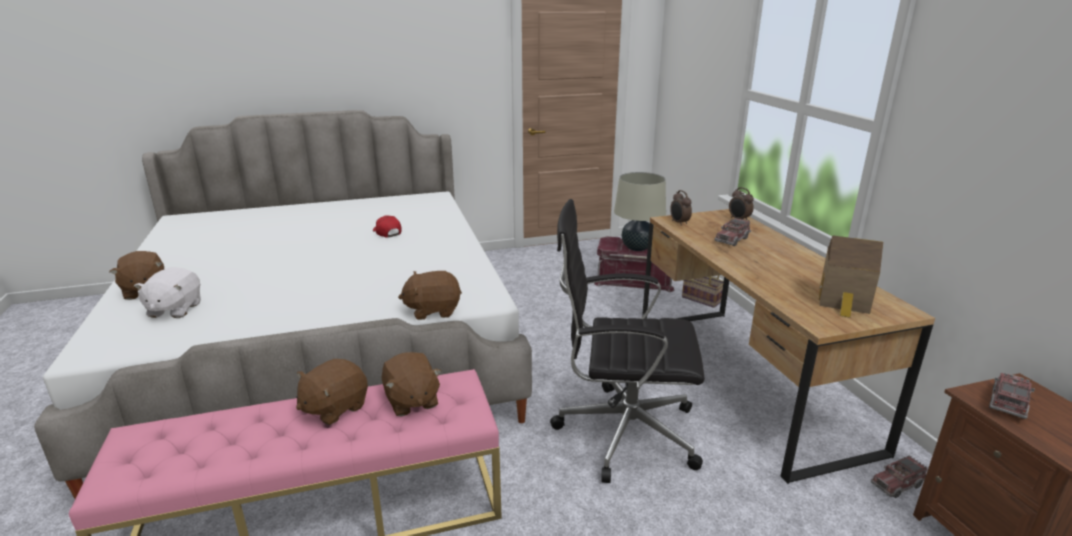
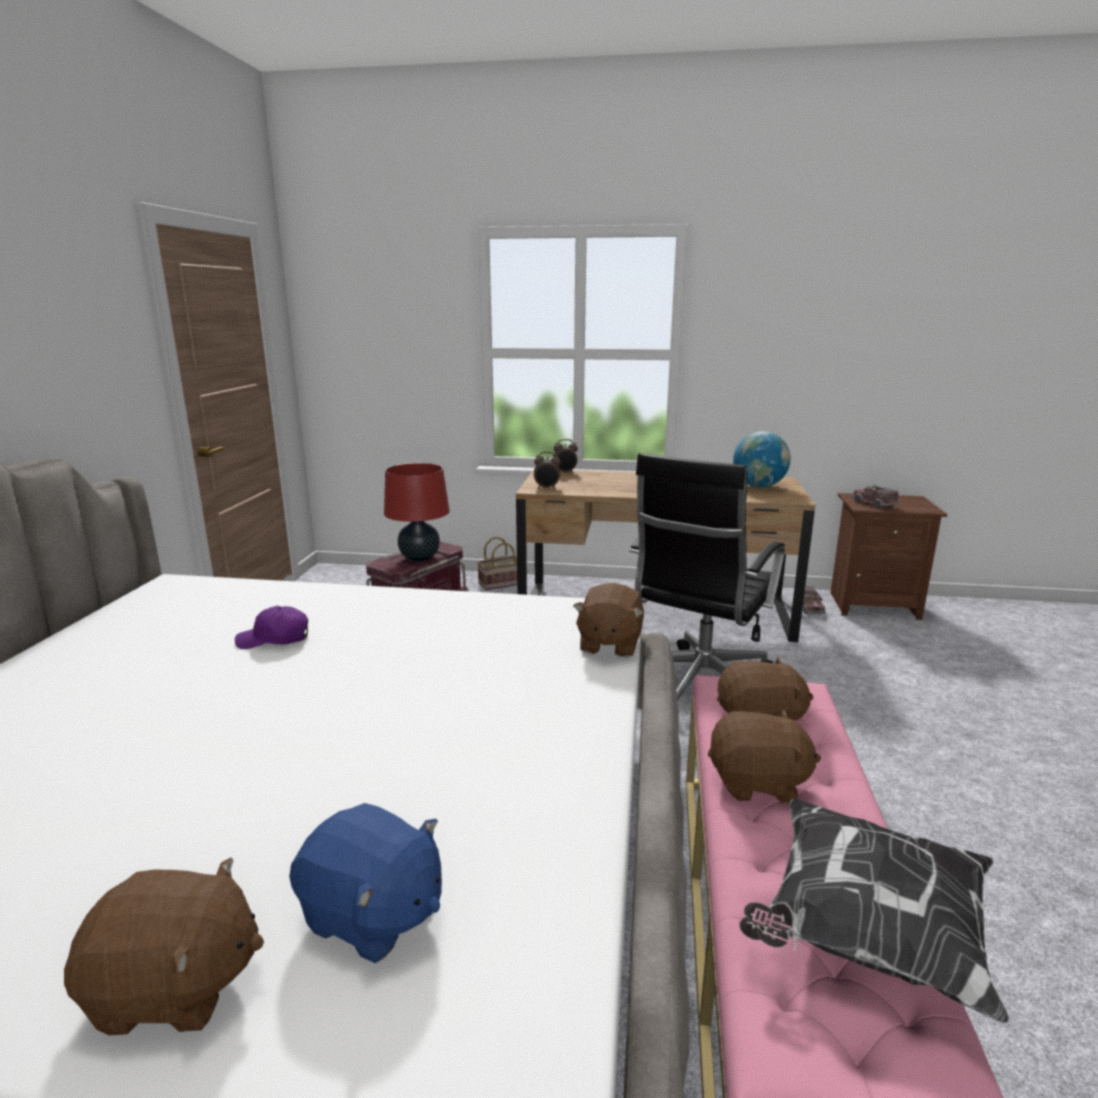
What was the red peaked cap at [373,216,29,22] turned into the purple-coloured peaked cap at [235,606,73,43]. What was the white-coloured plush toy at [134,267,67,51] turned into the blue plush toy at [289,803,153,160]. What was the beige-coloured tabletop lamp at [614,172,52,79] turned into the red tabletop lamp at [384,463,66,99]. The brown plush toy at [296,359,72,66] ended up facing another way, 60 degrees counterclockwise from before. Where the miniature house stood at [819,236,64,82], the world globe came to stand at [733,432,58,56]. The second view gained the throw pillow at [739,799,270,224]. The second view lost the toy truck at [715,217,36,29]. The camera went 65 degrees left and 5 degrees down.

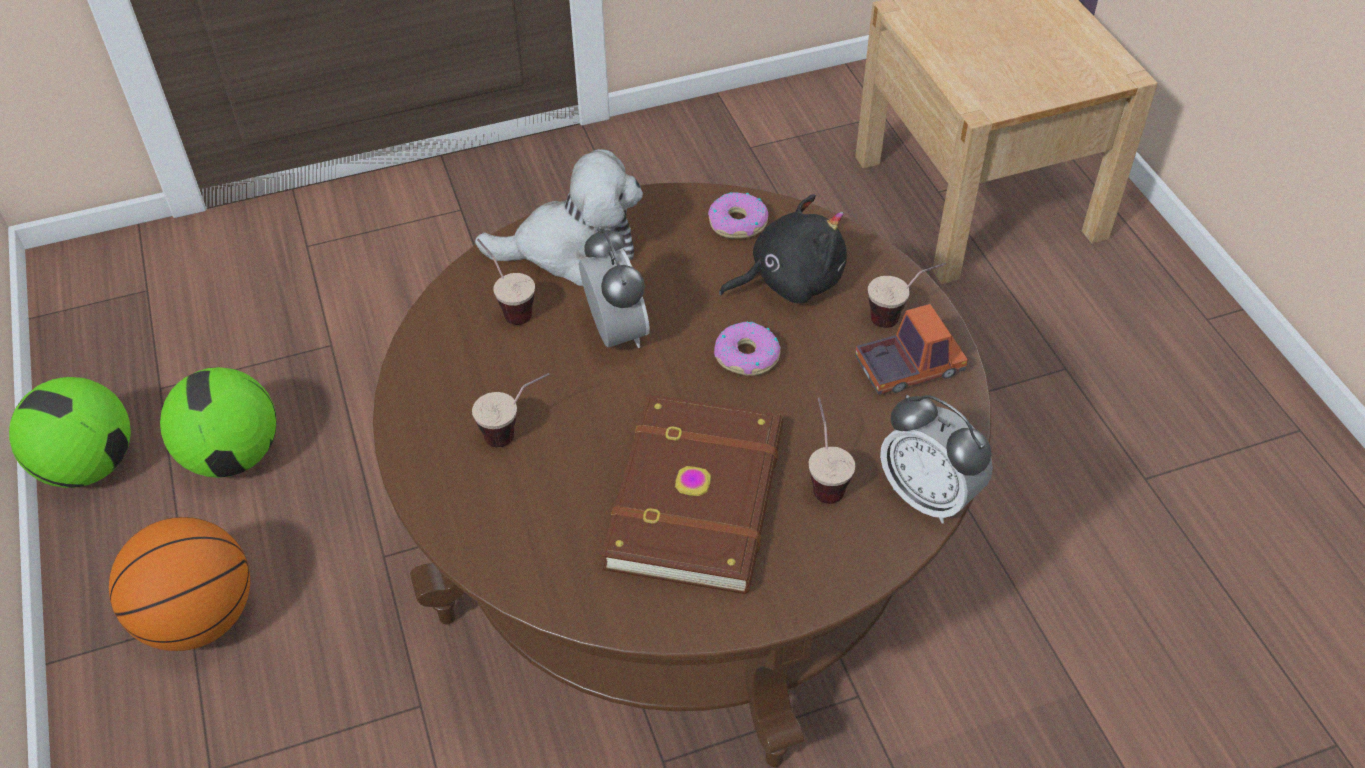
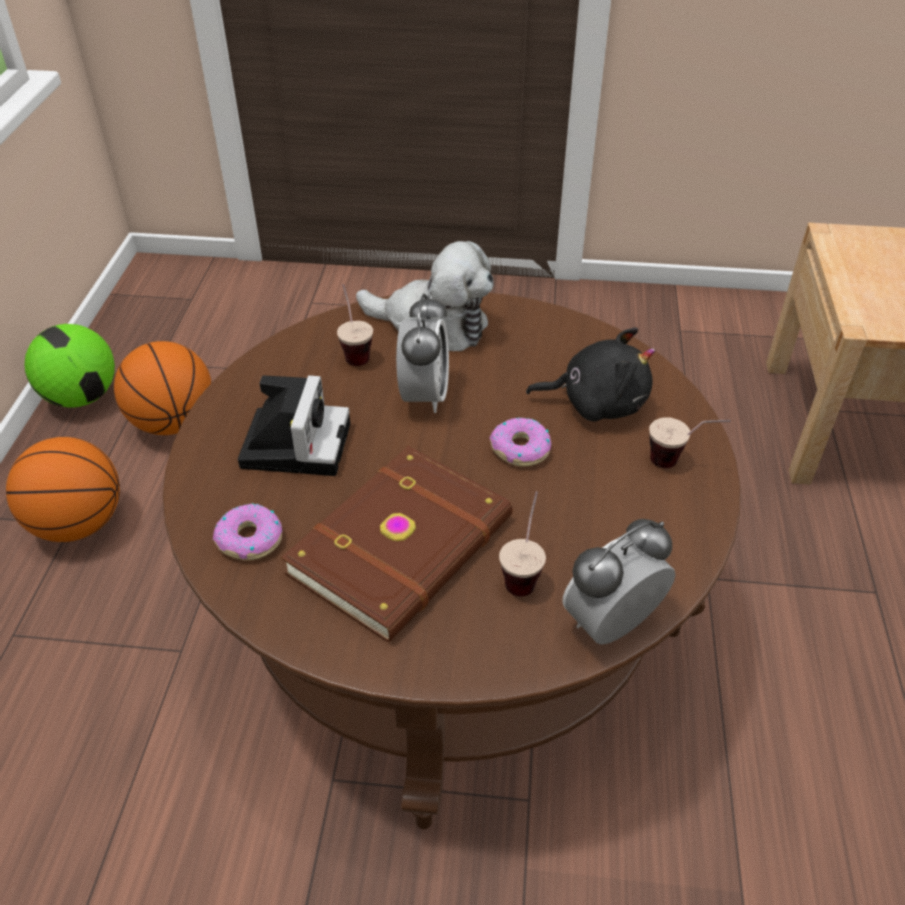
Where the football stood at [160,367,117,111], the ball for basketball came to stand at [114,341,98,94]. The doughnut ended up elsewhere, having gone from [708,192,60,47] to [213,504,69,56]. Where the drinking cup stood at [472,373,78,74], the photo camera came to stand at [238,375,112,101]. The alarm clock at [880,395,113,128] ended up facing another way, 75 degrees clockwise from before. The second view lost the toy truck at [855,304,113,91]. The camera went 25 degrees right and 5 degrees down.

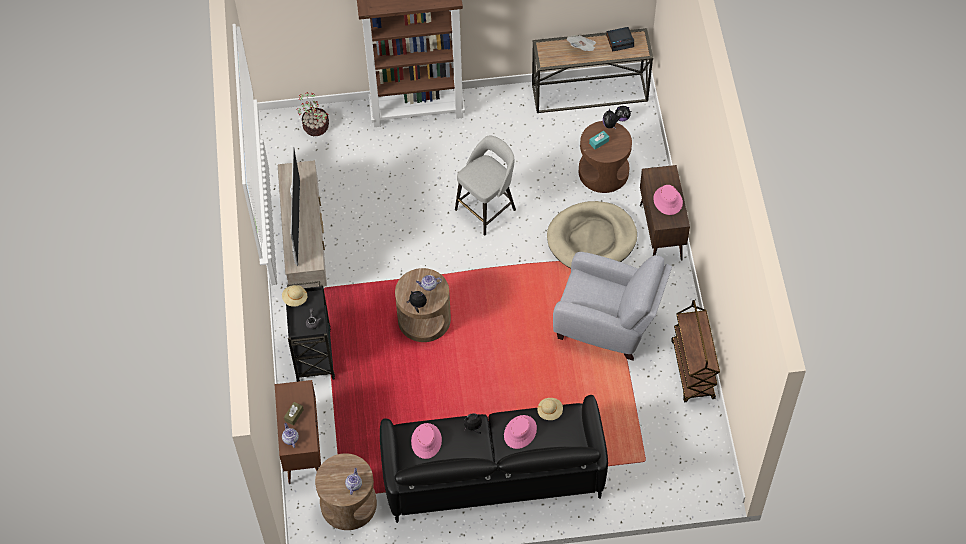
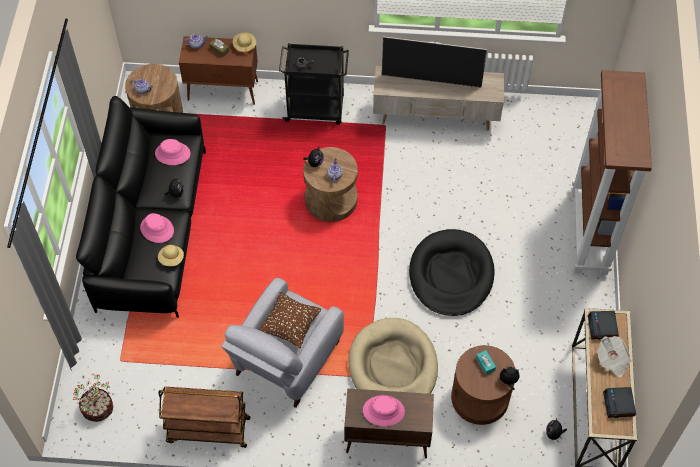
The plant in a pot ended up elsewhere, having gone from [296,92,33,44] to [73,374,40,48]. The beige-coloured hat ended up elsewhere, having gone from [282,285,26,22] to [233,33,23,22]. The second view gained the brown throw pillow at [259,292,62,56]. Where the greyish stool seat stood at [455,135,61,101], the black-coloured pet bed came to stand at [409,229,86,87]. The second view gained the alarm clock at [588,311,31,29]. The camera went 100 degrees right and 0 degrees up.

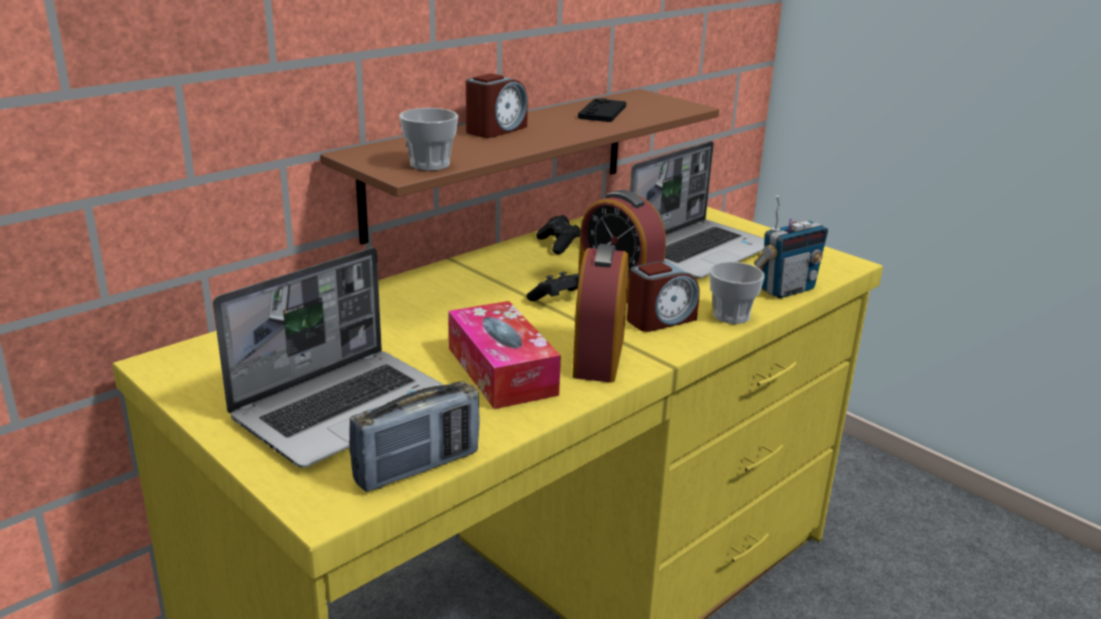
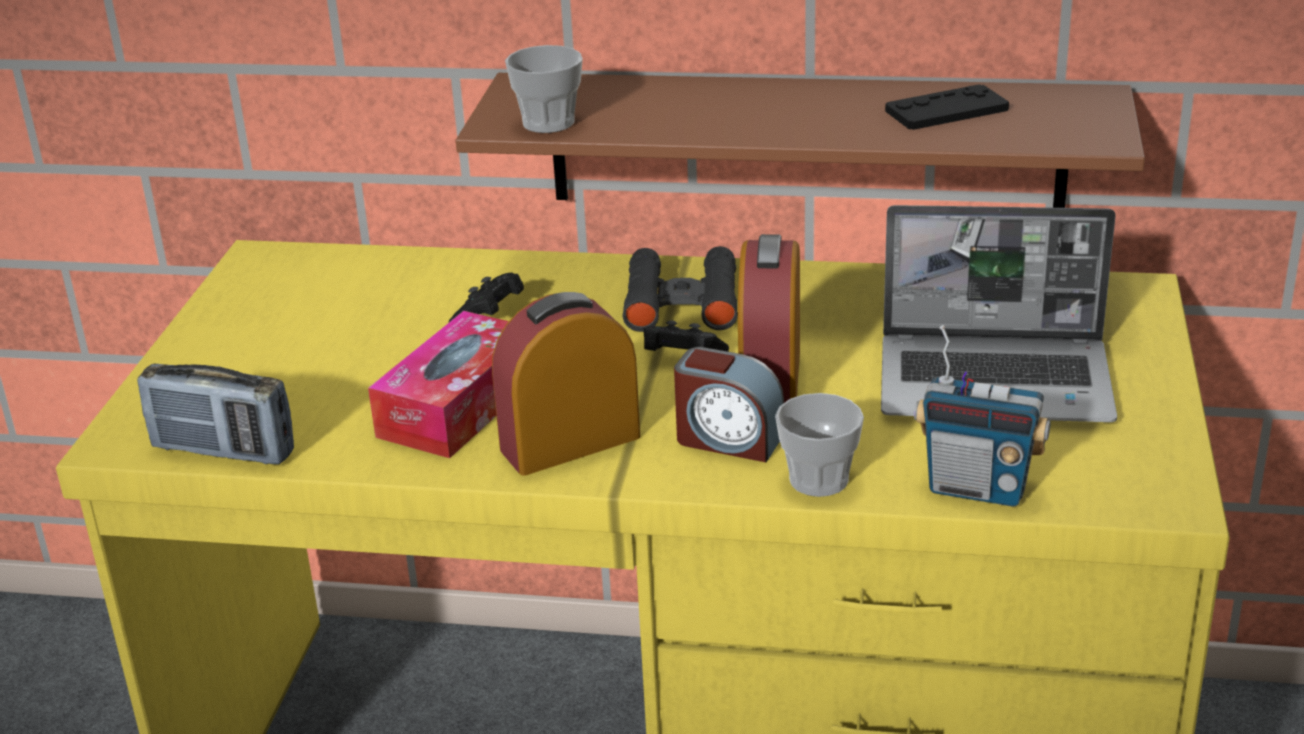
The black-coloured gamepad ended up elsewhere, having gone from [536,215,44,39] to [449,273,75,49]. The second view gained the black-coloured pair of binoculars at [623,246,115,86]. The second view lost the portable computer at [213,247,231,221]. The second view lost the alarm clock at [466,73,62,65]. The camera went 55 degrees right and 5 degrees up.

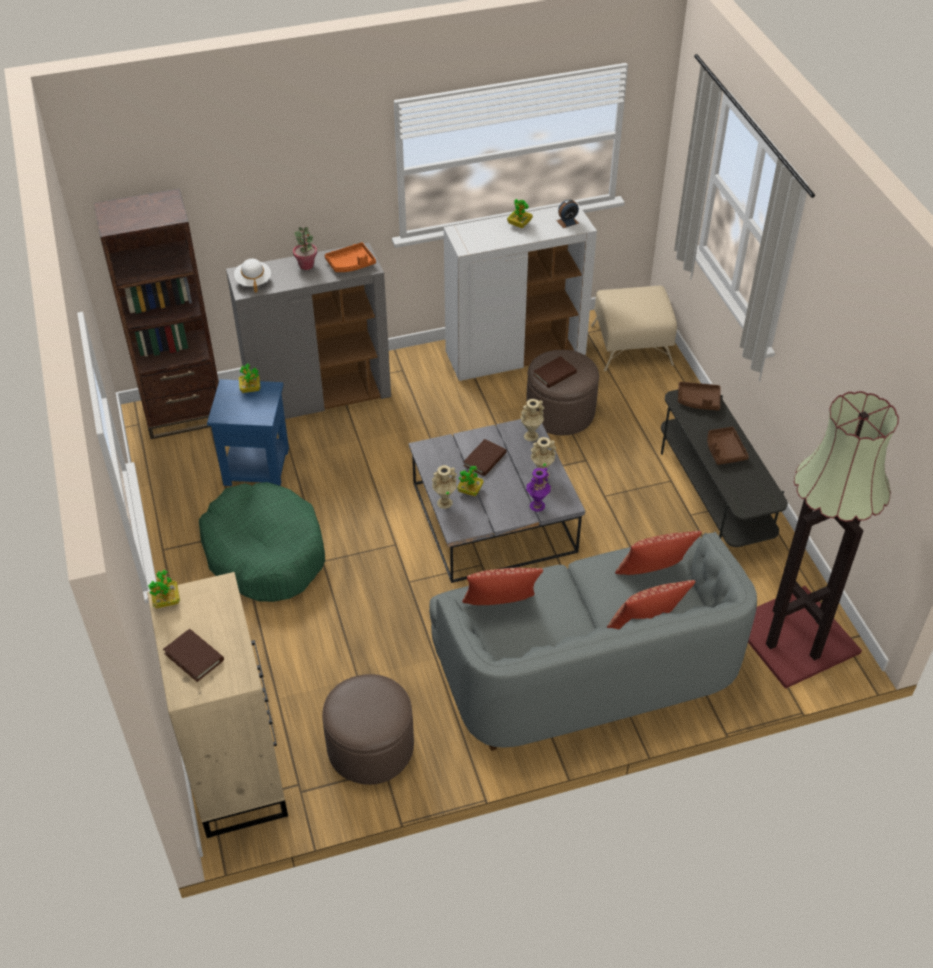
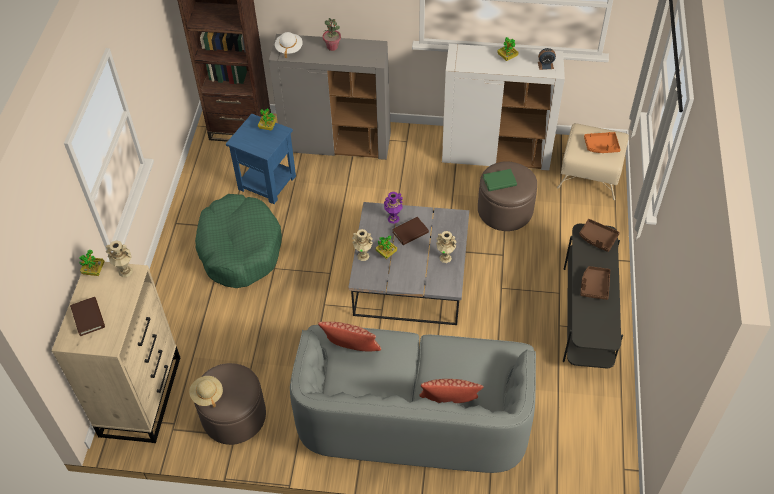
The beige-coloured flower vase ended up elsewhere, having gone from [521,399,23,42] to [106,240,27,37]. The second view gained the beige-coloured hat at [189,376,34,31]. The purple-coloured flower vase ended up elsewhere, having gone from [526,468,25,44] to [384,192,19,32]. What was the brown book at [533,356,44,32] turned into the greenish book at [483,169,34,22]. The orange-coloured serving tray ended up elsewhere, having gone from [325,242,51,30] to [584,132,37,21]. The second view lost the throw pillow at [615,531,87,44]. The second view lost the standard lamp at [748,391,151,298]. The camera went 25 degrees right and 5 degrees up.

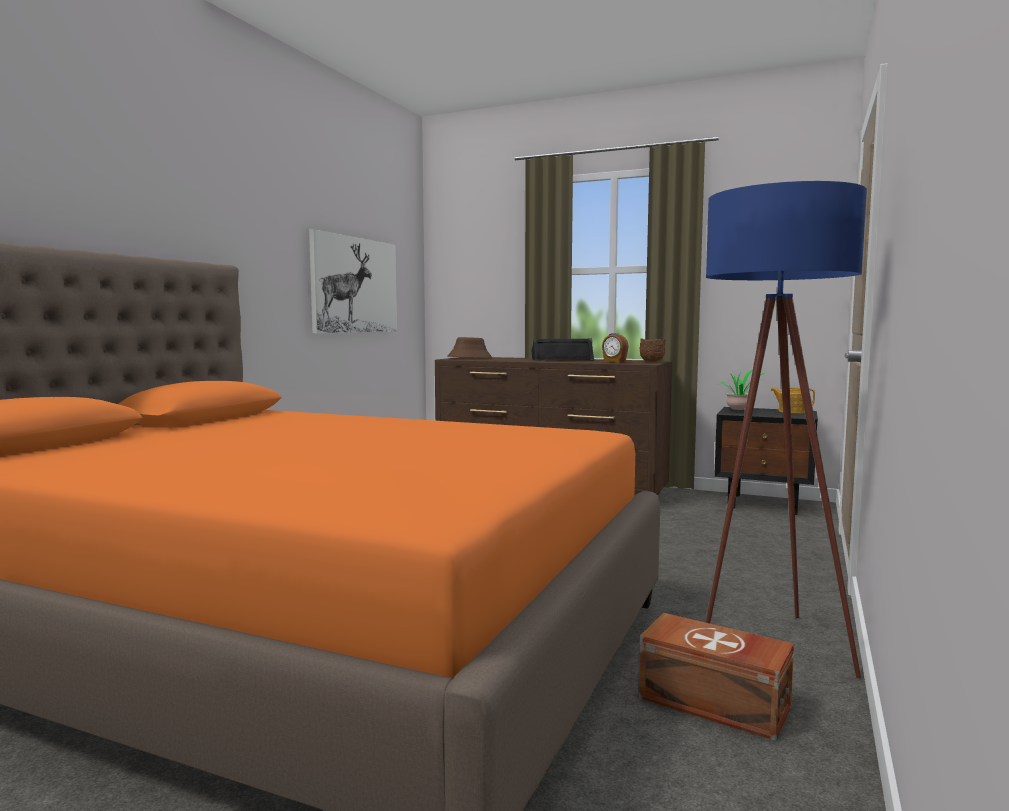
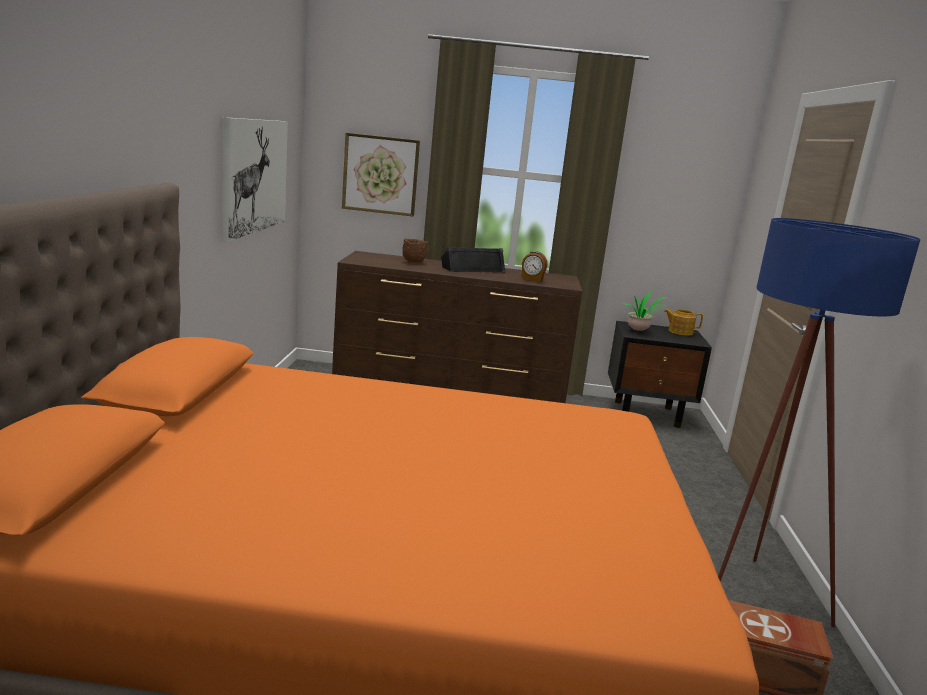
The second view gained the wall art at [342,133,78,83]. The brown deep dish ended up elsewhere, having gone from [640,338,26,24] to [402,238,26,25]. The second view lost the brown hat at [447,337,46,21]. The camera went 20 degrees left and 10 degrees up.

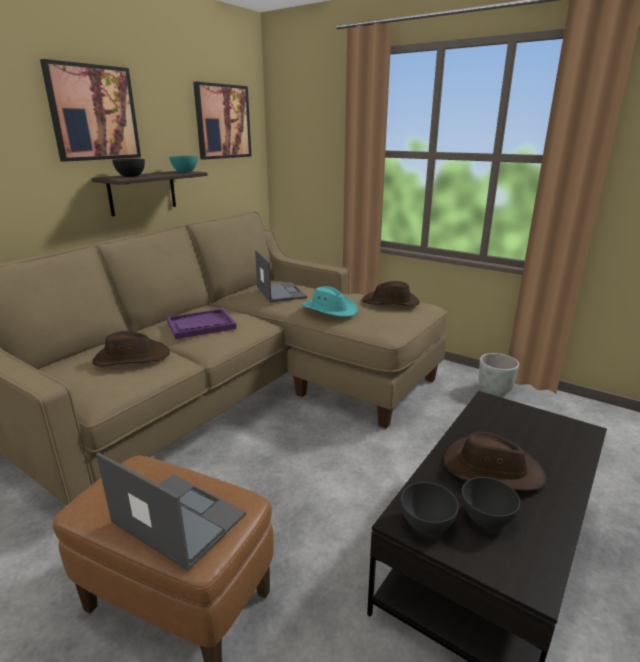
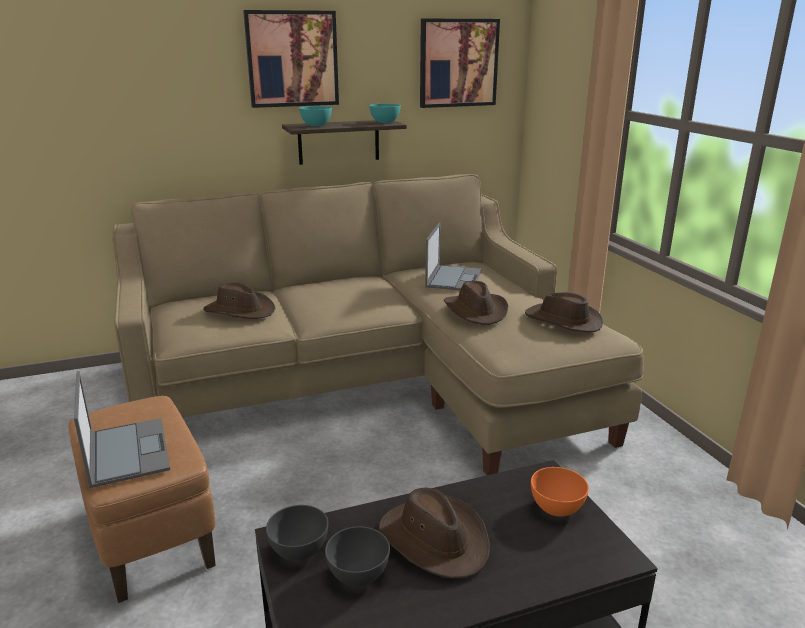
What was the black-coloured deep dish at [112,159,33,18] turned into the blue-green deep dish at [299,106,33,20]. What was the blue-green hat at [301,286,57,31] turned into the brown hat at [444,281,64,44]. The second view gained the orange-coloured deep dish at [531,467,58,50]. The second view lost the purple-coloured serving tray at [167,308,70,31]. The second view lost the greyish planter at [479,353,40,42]. The camera went 35 degrees right and 0 degrees up.

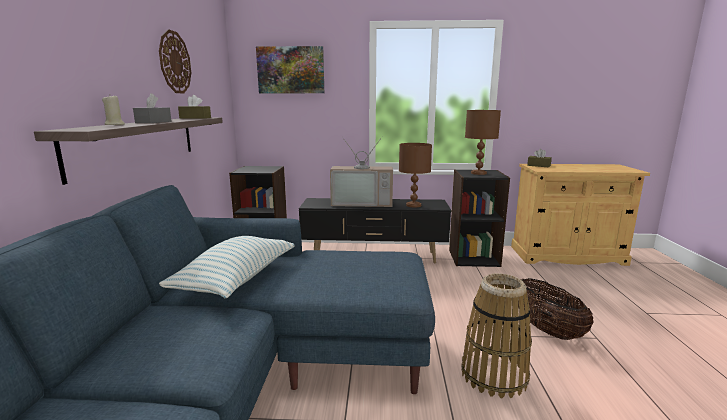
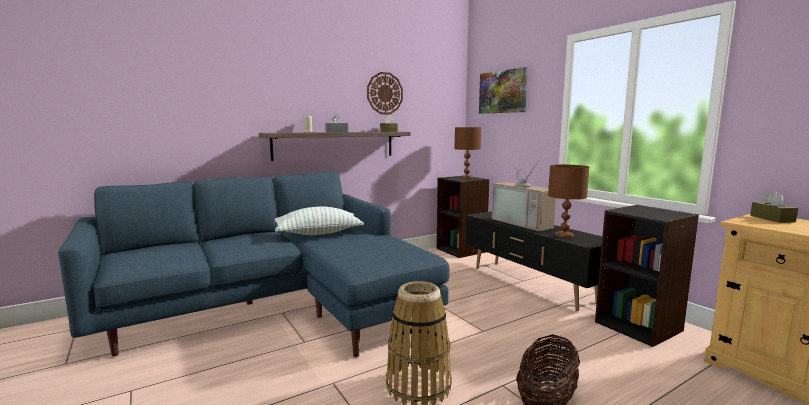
The brown tabletop lamp ended up elsewhere, having gone from [465,110,36,65] to [454,127,27,52]. The camera went 55 degrees right and 5 degrees down.

